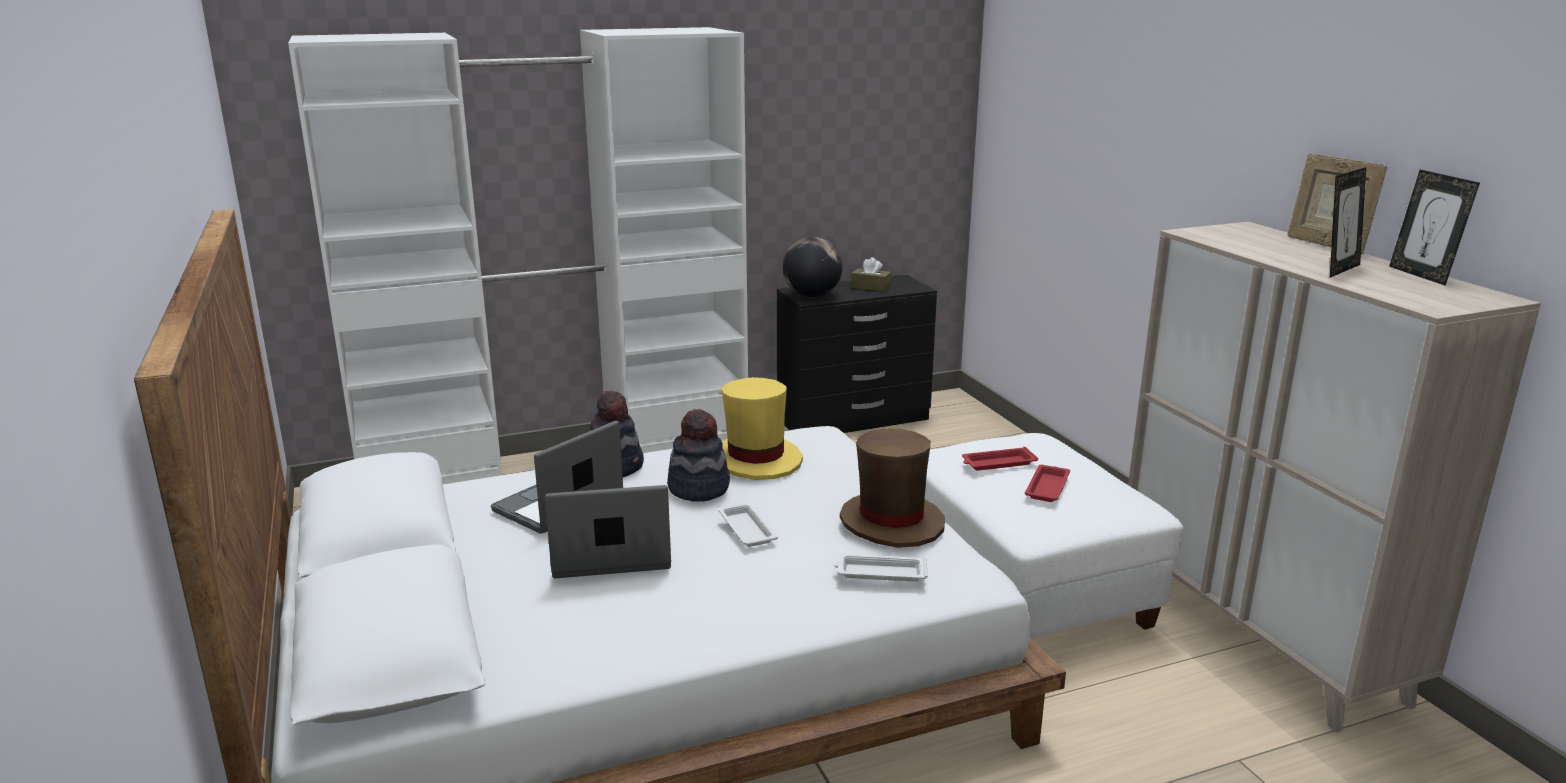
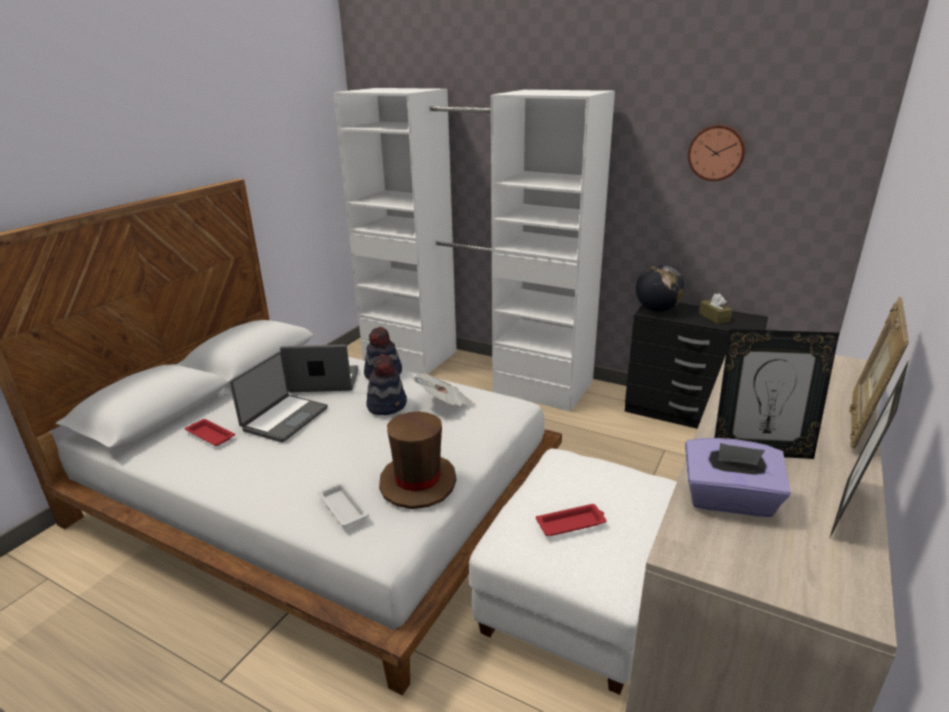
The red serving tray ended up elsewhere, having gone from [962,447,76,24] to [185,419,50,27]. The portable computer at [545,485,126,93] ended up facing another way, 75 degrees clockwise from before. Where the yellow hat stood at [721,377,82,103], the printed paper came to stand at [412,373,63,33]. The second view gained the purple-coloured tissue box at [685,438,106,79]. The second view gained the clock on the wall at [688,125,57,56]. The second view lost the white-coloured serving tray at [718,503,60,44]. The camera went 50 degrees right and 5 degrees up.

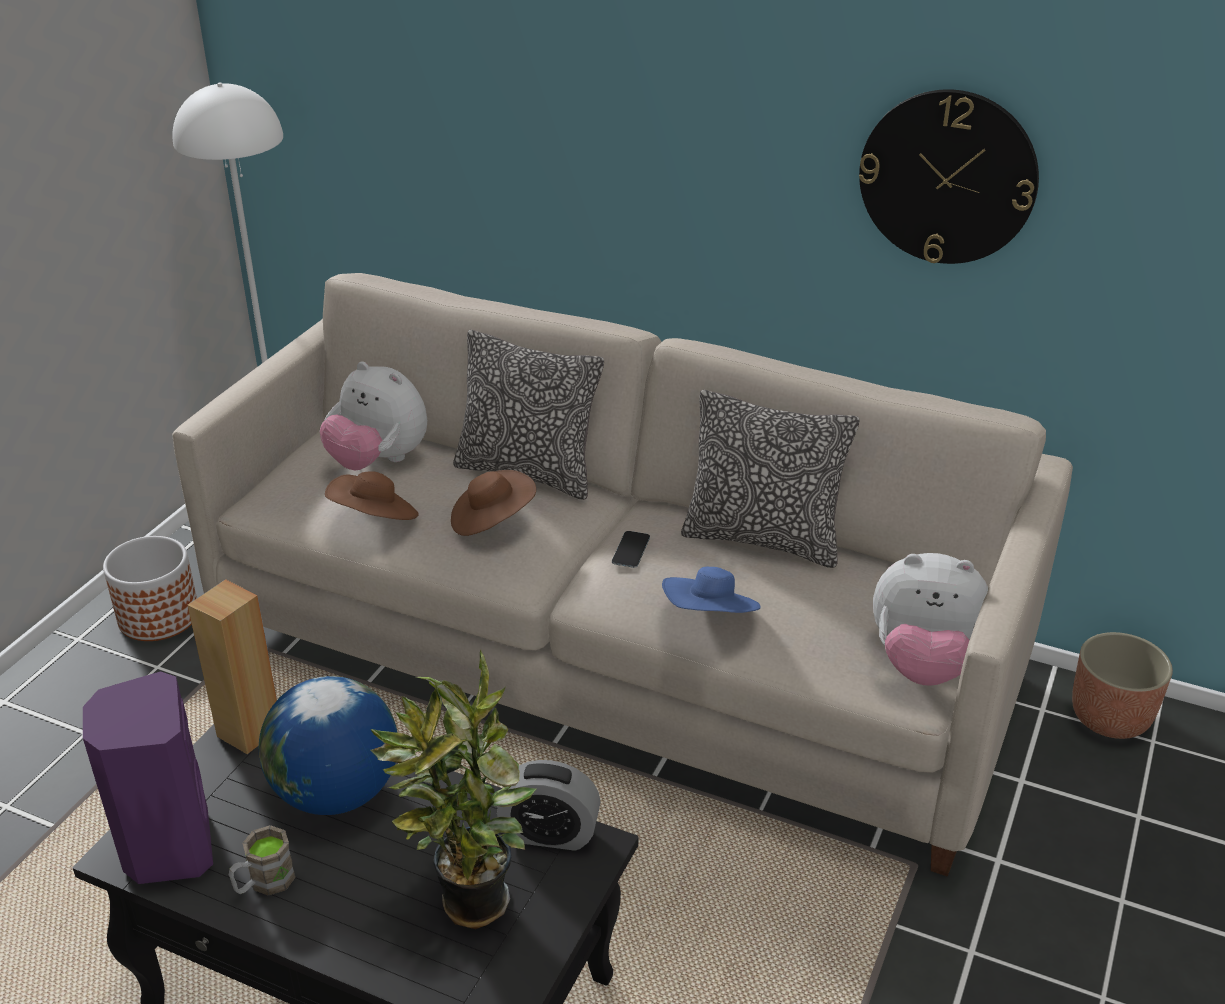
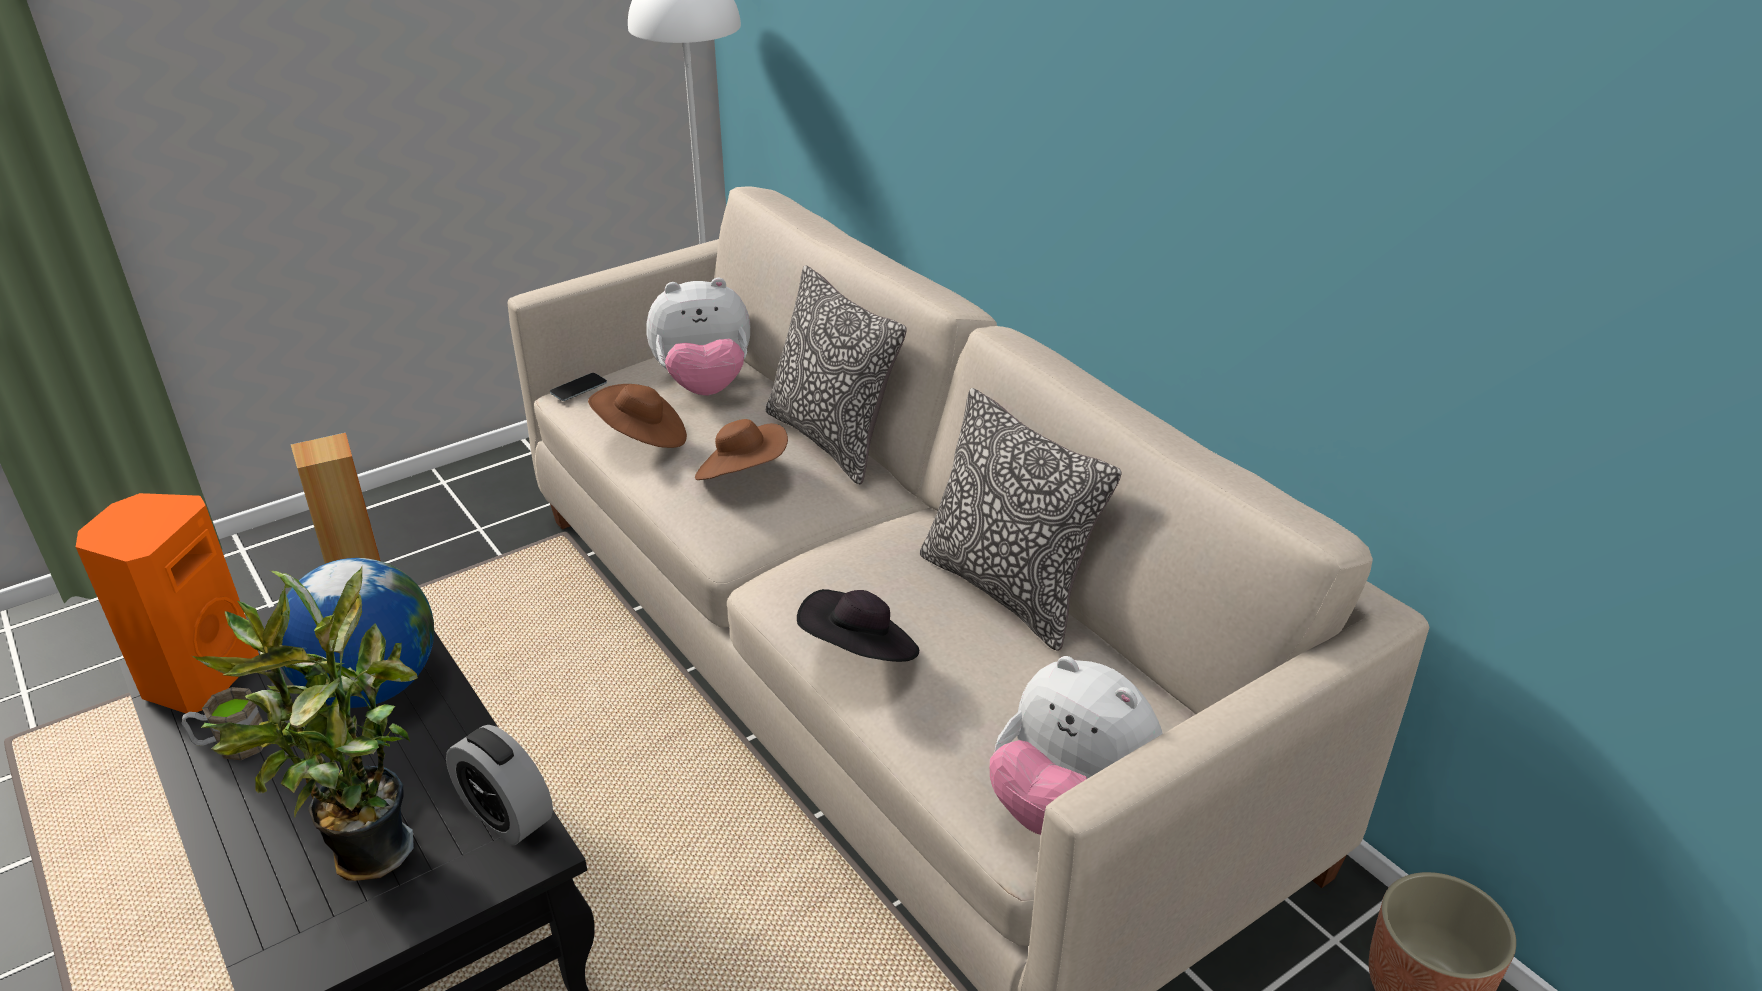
What was the purple-coloured speaker at [83,671,130,213] turned into the orange-coloured speaker at [76,493,183,220]. The telephone ended up elsewhere, having gone from [612,531,38,37] to [550,373,57,28]. The plush toy at [320,361,107,109] ended up facing another way, 75 degrees counterclockwise from before. What was the blue hat at [662,567,99,46] turned into the black-coloured hat at [797,589,122,73]. The second view lost the planter at [103,536,94,105]. The second view lost the clock on the wall at [859,89,180,175]. The camera went 30 degrees right and 0 degrees up.

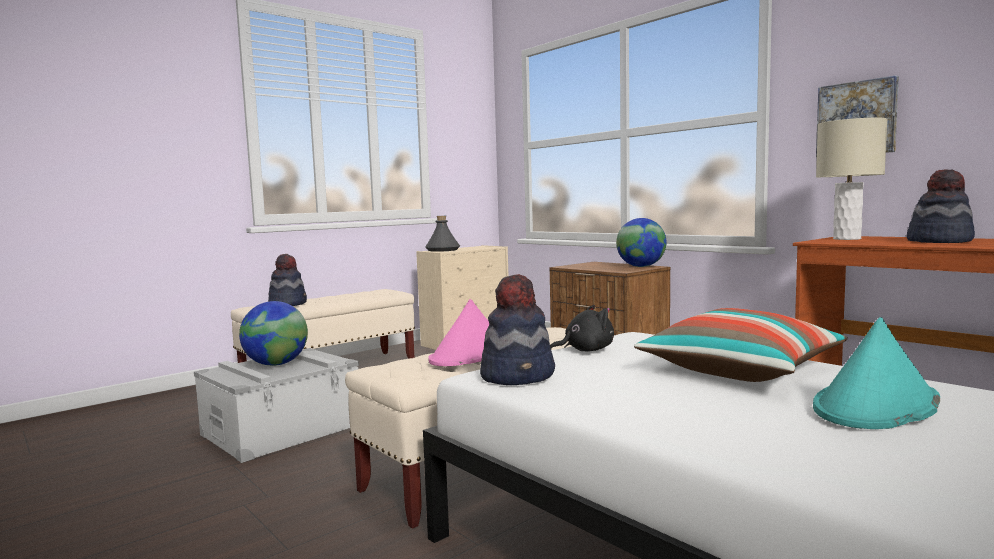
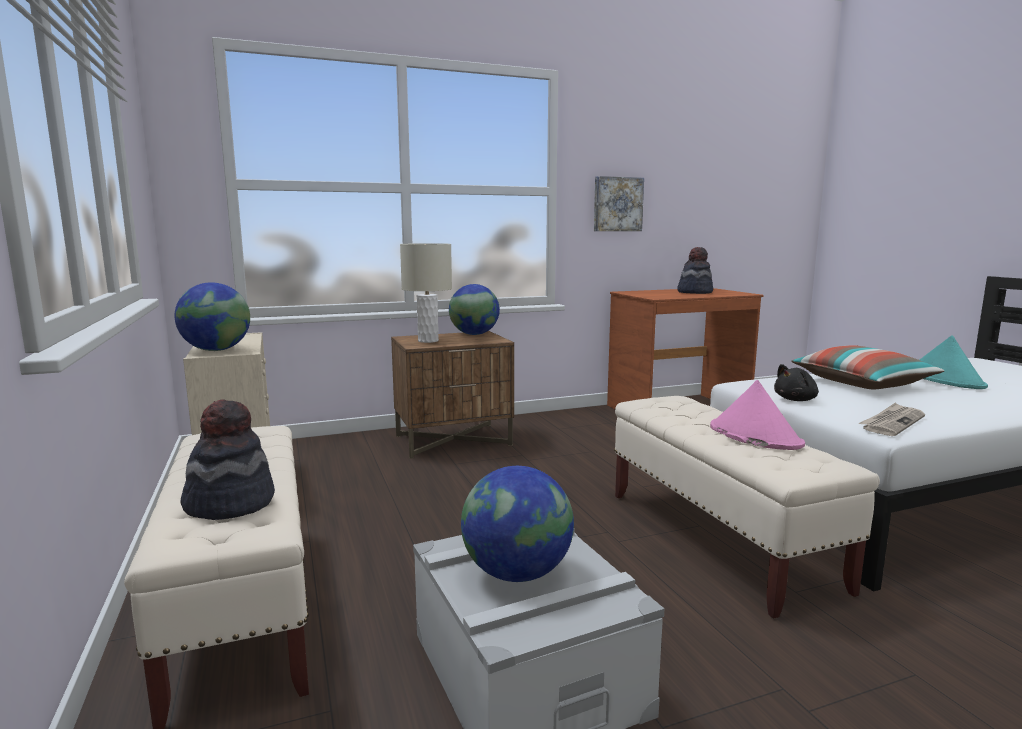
Where the greyish drink bottle stood at [425,216,35,36], the world globe came to stand at [174,282,76,69]. The beige-coloured tabletop lamp ended up elsewhere, having gone from [816,118,71,122] to [400,243,52,100]. The black-coloured plush toy at [550,305,64,47] ended up facing another way, 120 degrees counterclockwise from before. Where the hat stood at [480,274,75,111], the printed paper came to stand at [859,402,66,34]. The camera went 70 degrees left and 5 degrees up.

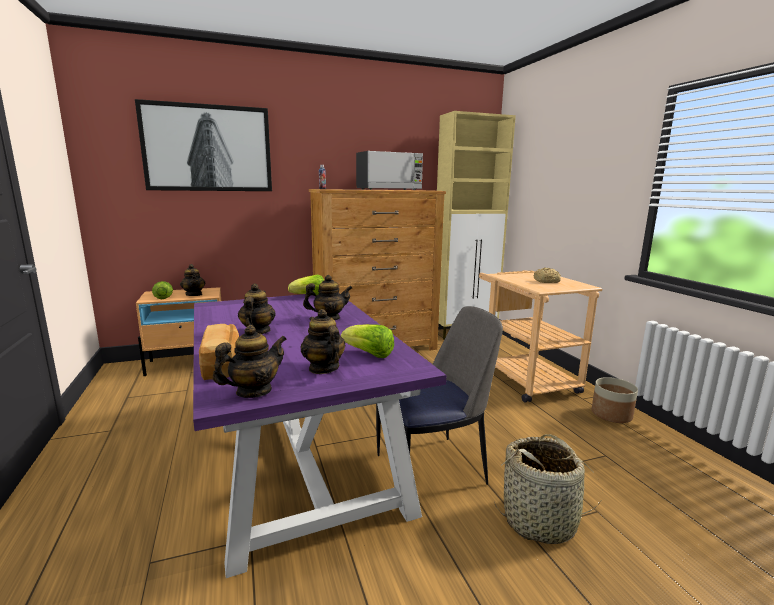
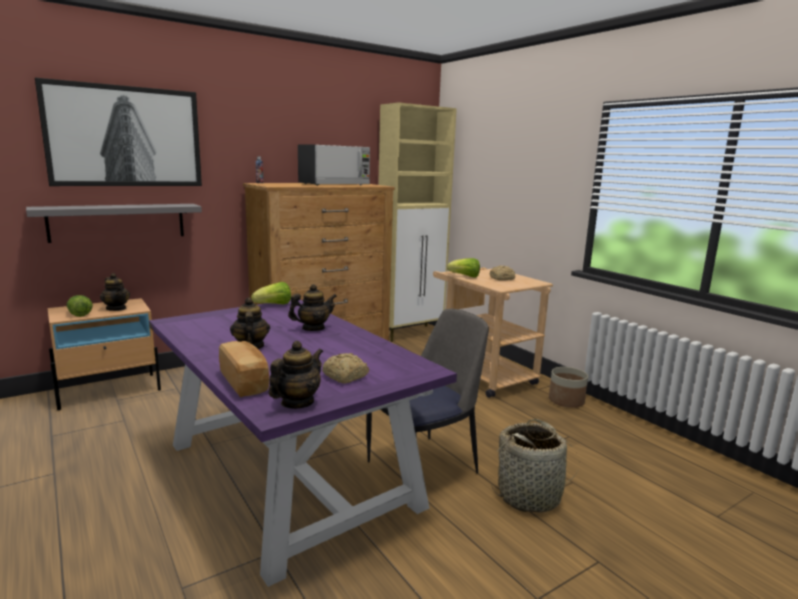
The second view gained the greyish bracket shelf at [26,204,176,39]. Where the teapot stood at [300,309,45,65], the bakery bread came to stand at [322,353,47,30]. The lettuce ended up elsewhere, having gone from [341,324,53,34] to [447,258,33,19]. The camera went 15 degrees left and 0 degrees up.

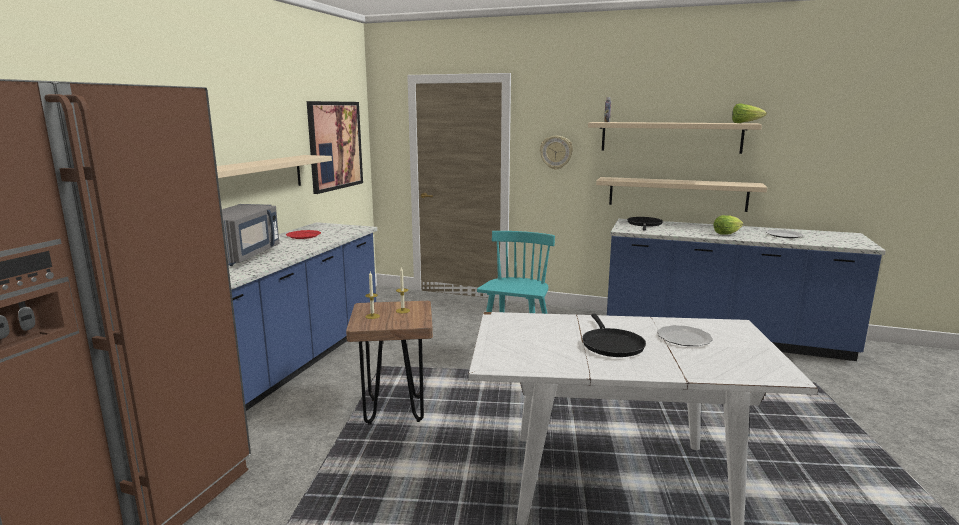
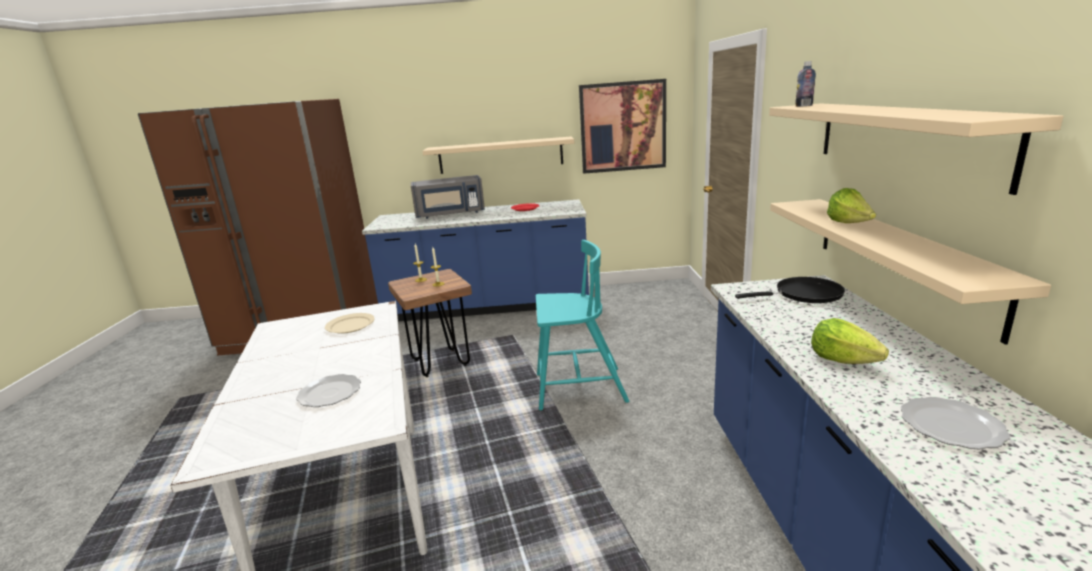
The second view gained the beige-coloured dinner plate at [325,313,50,21]. The lettuce ended up elsewhere, having gone from [732,103,35,20] to [827,188,49,35]. The second view lost the clock on the wall at [540,136,33,34]. The second view lost the black-coloured pan at [582,314,64,43]. The camera went 70 degrees right and 5 degrees up.

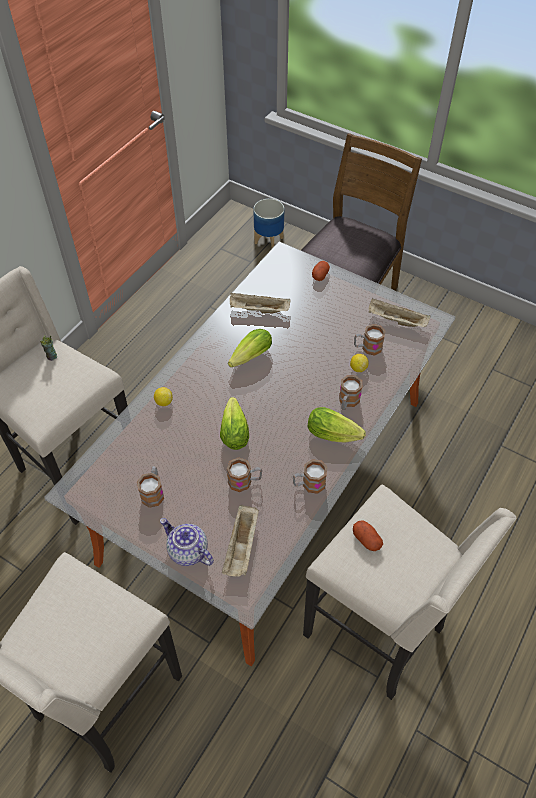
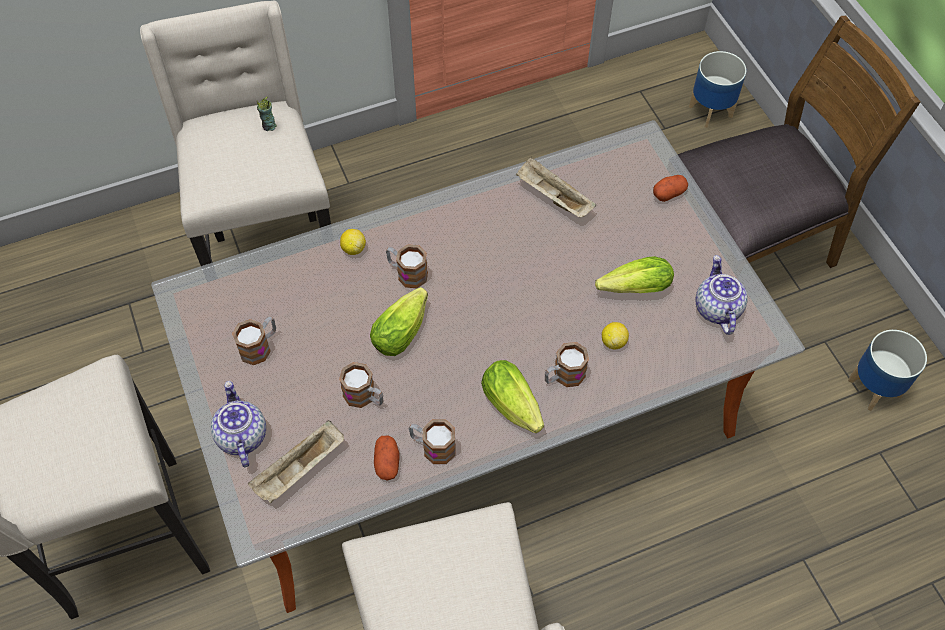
The spud ended up elsewhere, having gone from [353,520,30,31] to [374,436,26,45]. The tea mug ended up elsewhere, having gone from [354,324,32,32] to [386,244,42,44]. The lettuce ended up elsewhere, having gone from [228,329,44,38] to [595,256,79,37]. Where the beige-coloured serving tray stood at [369,298,61,29], the teapot came to stand at [695,255,53,80]. The second view gained the planter at [848,330,79,81]. The camera went 35 degrees right and 5 degrees up.

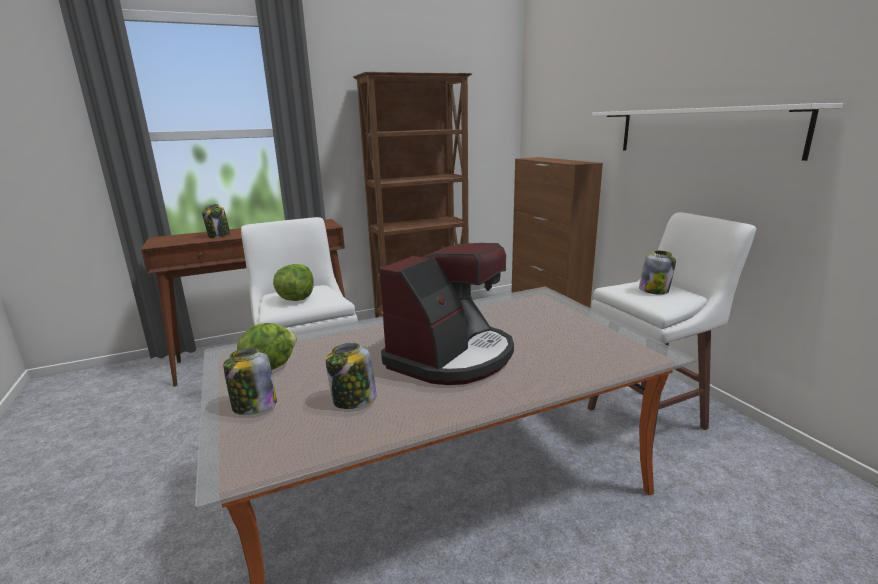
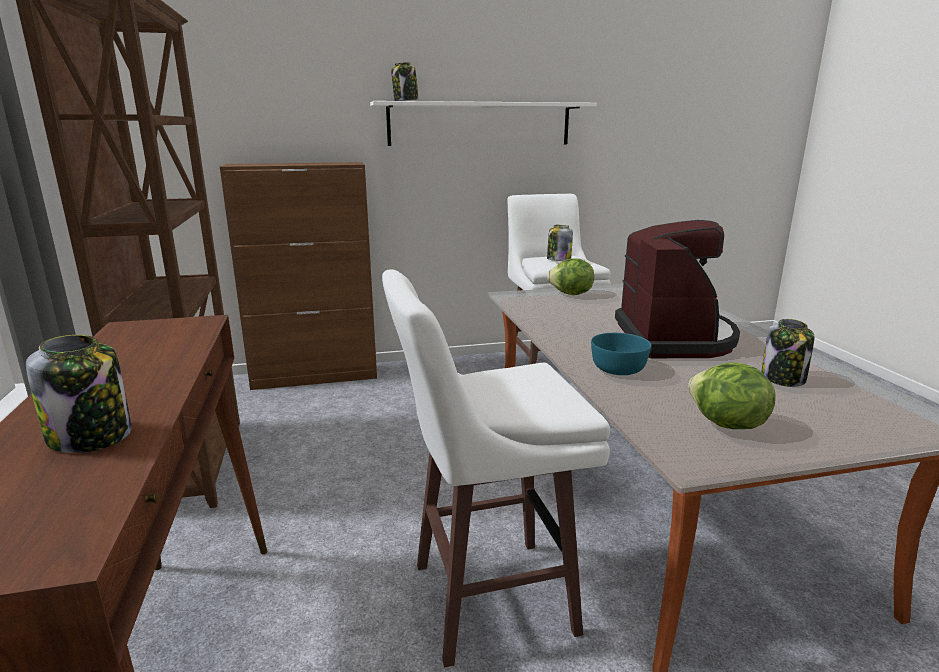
The storage jar ended up elsewhere, having gone from [223,348,54,67] to [391,62,28,39]. The lettuce ended up elsewhere, having gone from [273,264,41,37] to [547,258,47,37]. The second view gained the blue-green deep dish at [591,333,60,42]. The coffee maker at [379,243,135,142] ended up facing another way, 45 degrees clockwise from before. The camera went 80 degrees left and 0 degrees up.

